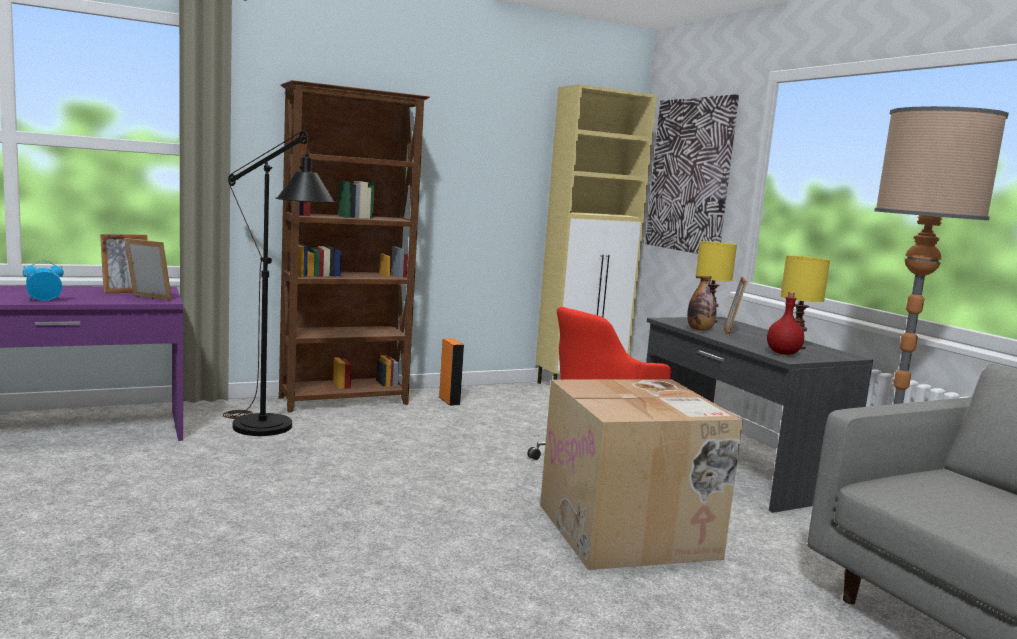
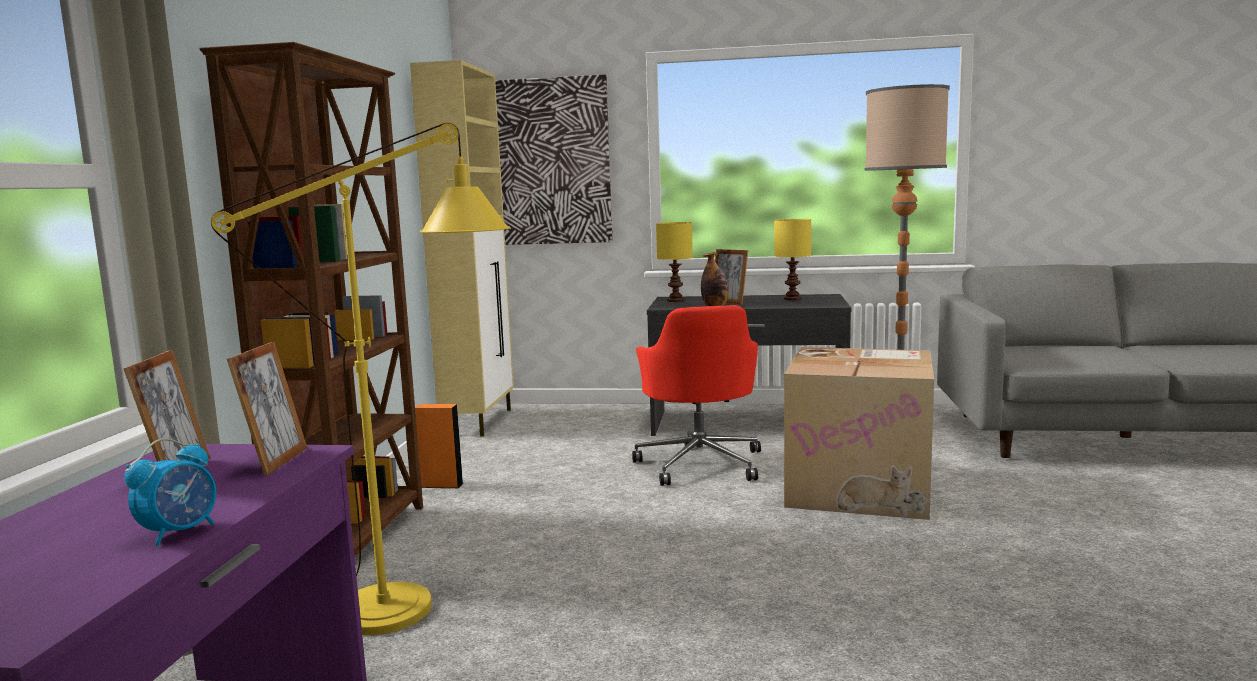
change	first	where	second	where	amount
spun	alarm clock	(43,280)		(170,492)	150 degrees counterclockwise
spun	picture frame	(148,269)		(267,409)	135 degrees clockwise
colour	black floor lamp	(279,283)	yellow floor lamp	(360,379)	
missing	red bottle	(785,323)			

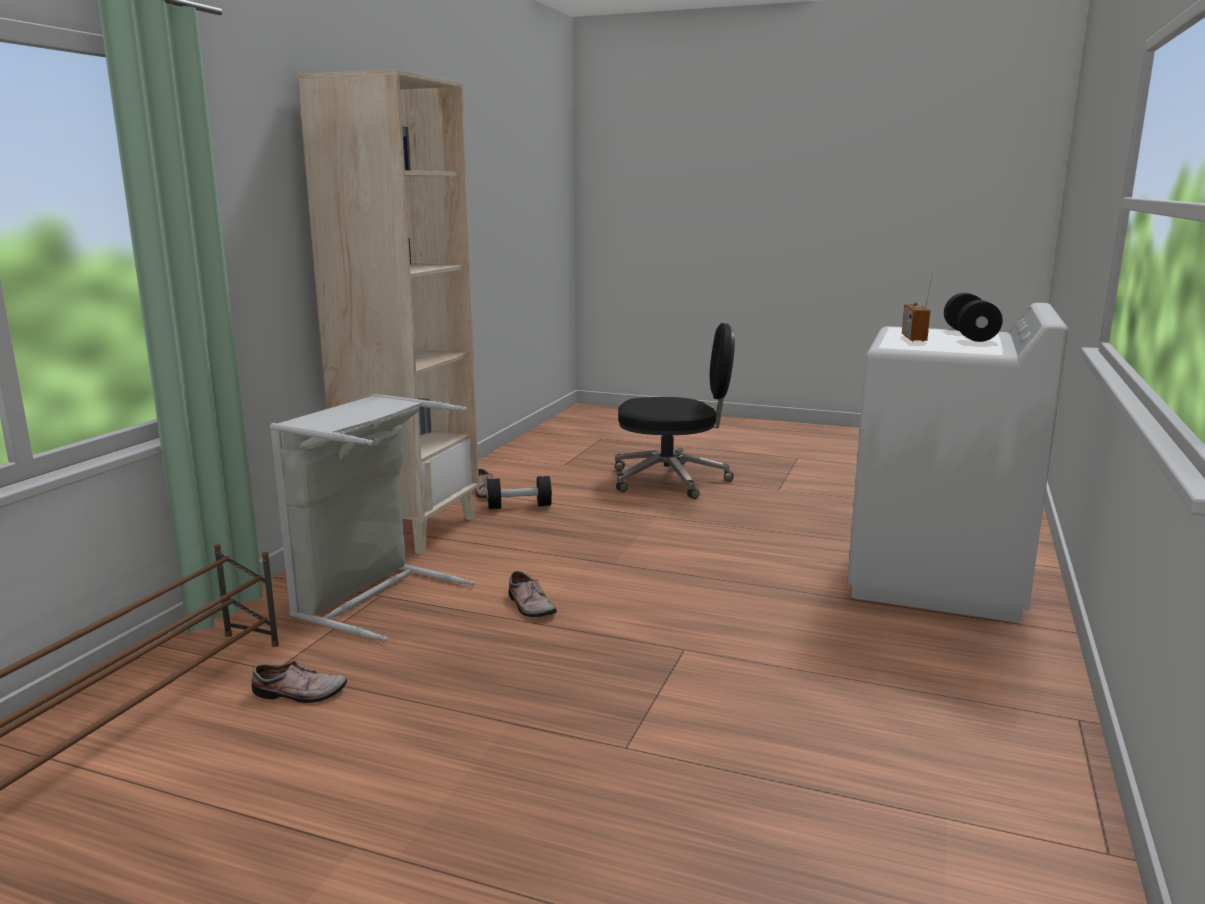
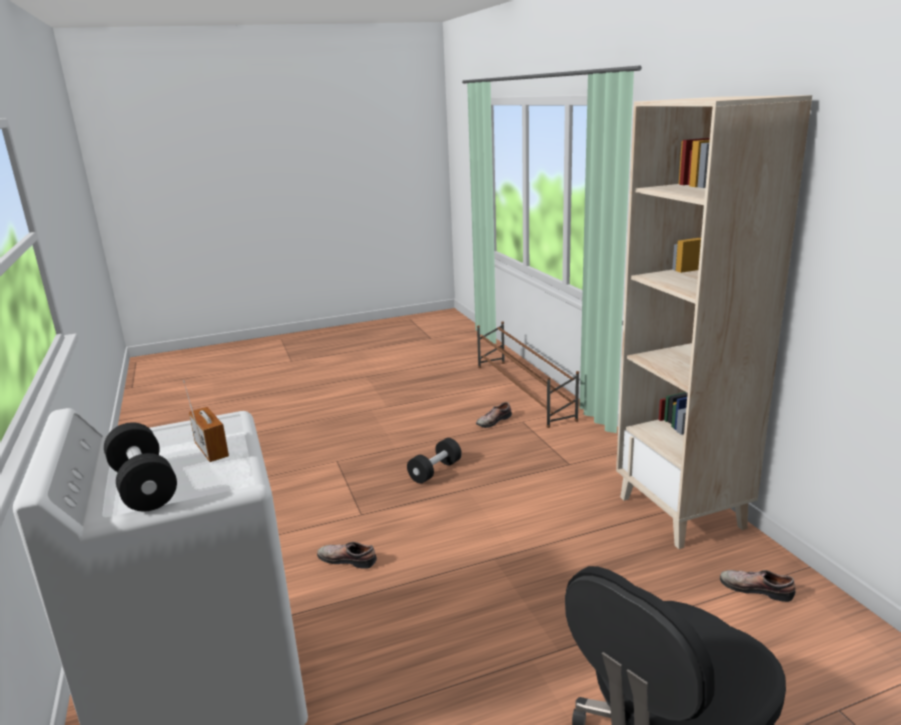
change	first	where	second	where	amount
missing	grey laundry basket	(372,518)			
relocated	black dumbbell	(519,492)		(434,461)	
relocated	shoe	(533,594)		(347,555)	

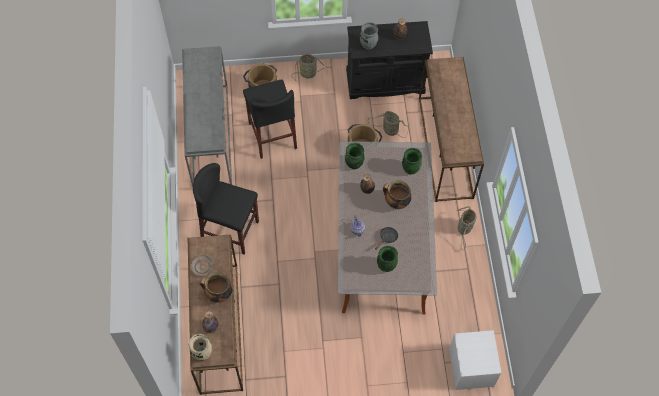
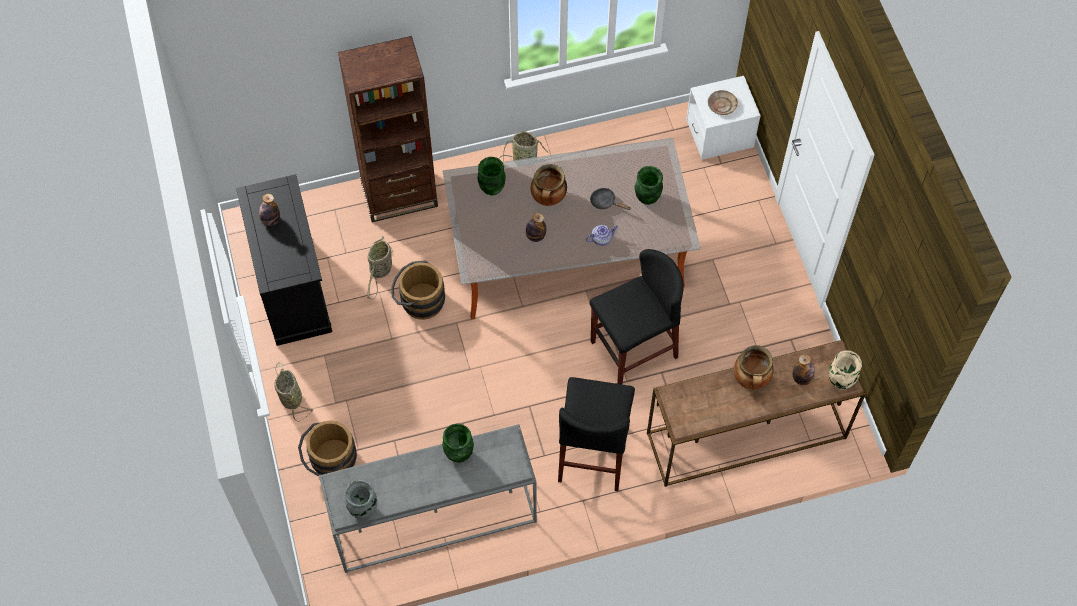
change	first	where	second	where	amount
relocated	beige plate	(202,266)		(723,102)	
relocated	black stool	(270,119)		(637,316)	
relocated	green vase	(354,156)		(458,443)	
relocated	grey vase	(369,36)		(361,499)	
exchanged	brown console table	(451,129)	brown bookcase	(388,129)	

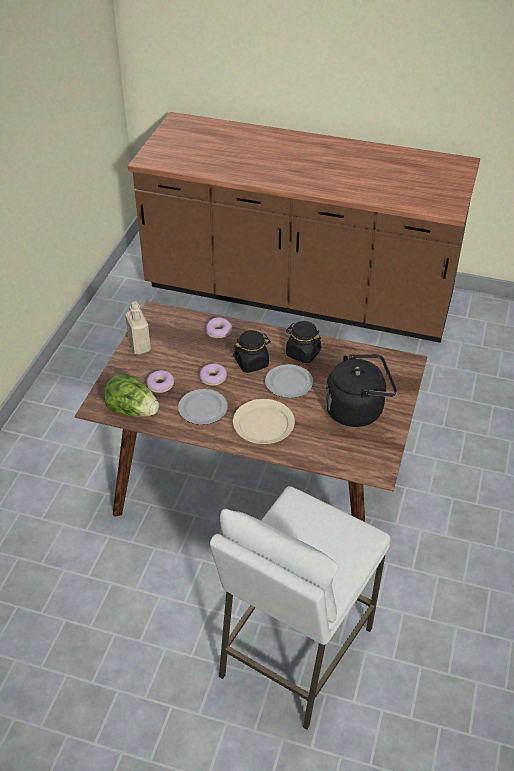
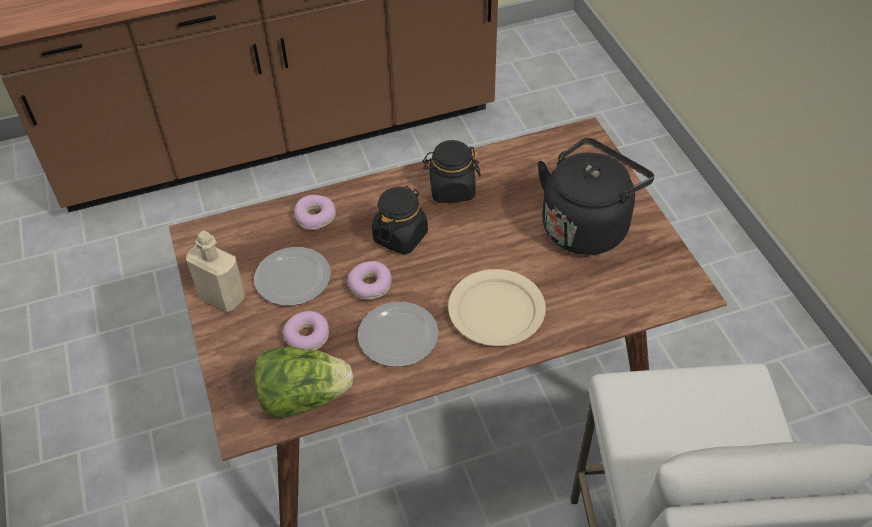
change	first	where	second	where	amount
relocated	plate	(289,381)		(292,276)	

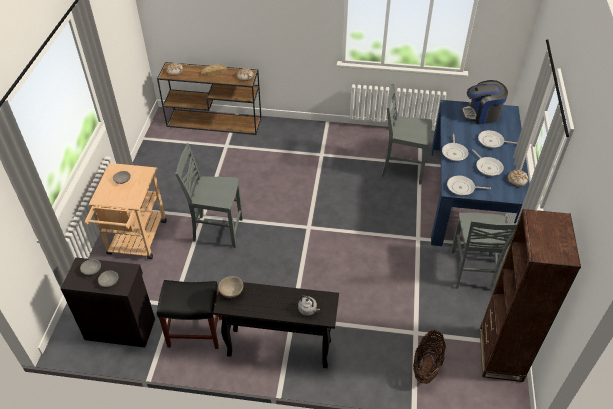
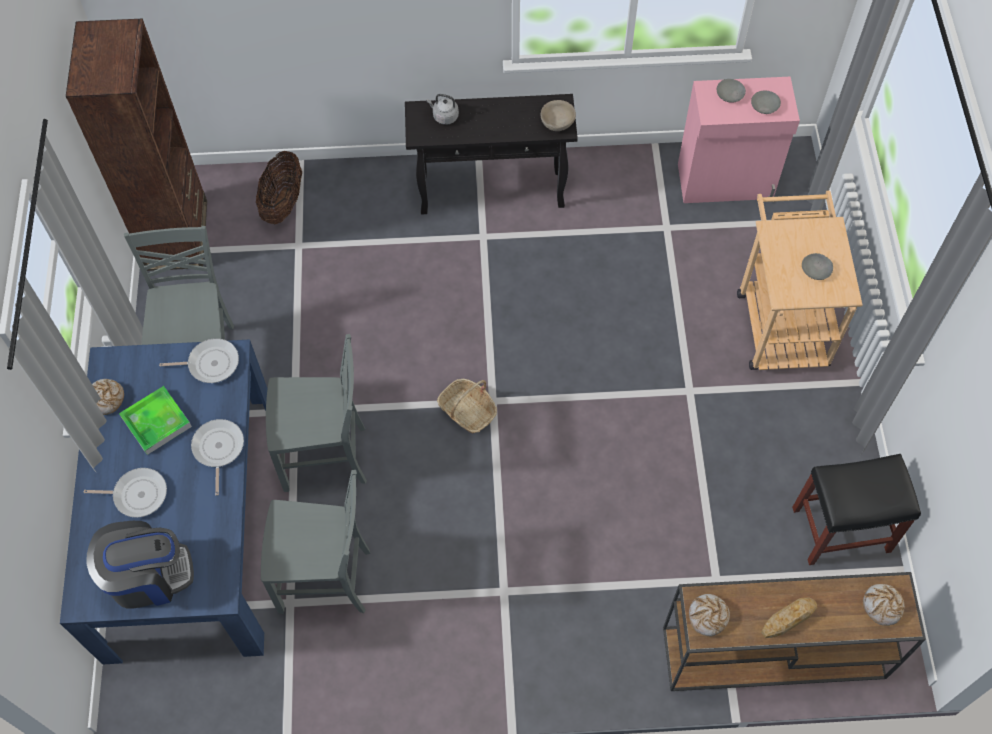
change	first	where	second	where	amount
colour	black cabinet	(108,303)	pink cabinet	(739,139)	
relocated	black stool	(189,314)		(856,509)	
relocated	grey chair	(209,195)		(316,413)	
exchanged	frying pan	(488,162)	tray	(155,420)	
appeared			basket	(467,406)	

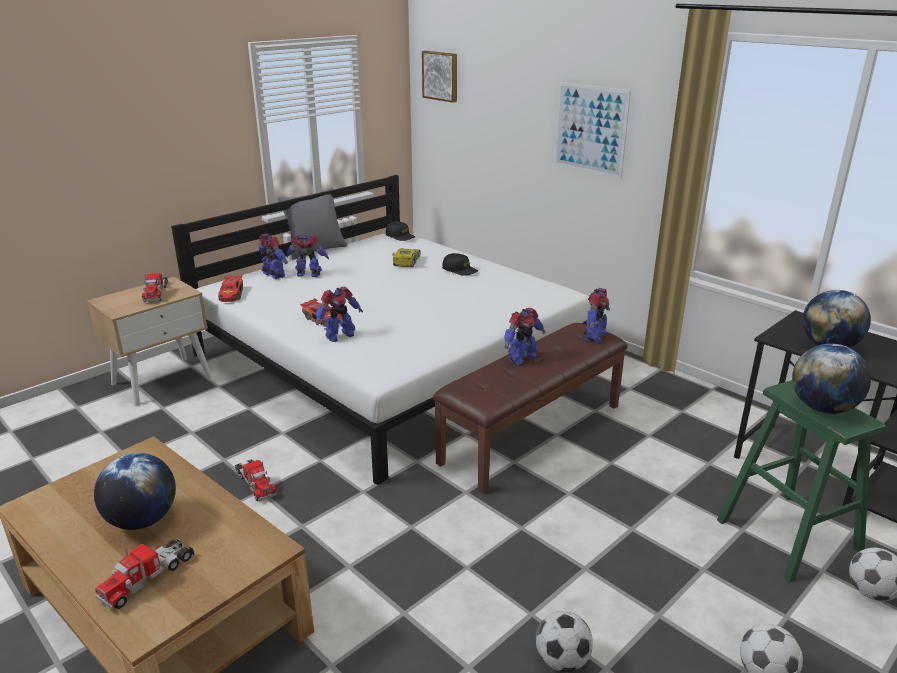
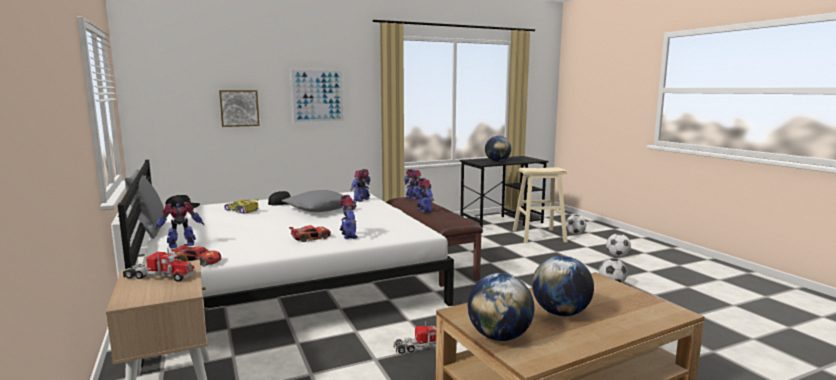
change	first	where	second	where	amount
missing	toy truck	(145,574)			
relocated	toy robot	(308,255)		(360,185)	
relocated	picture	(439,76)		(239,108)	
colour	green stool	(801,481)	beige stool	(540,205)	
relocated	globe	(831,379)		(501,307)	
appeared			grey pillow	(319,201)	

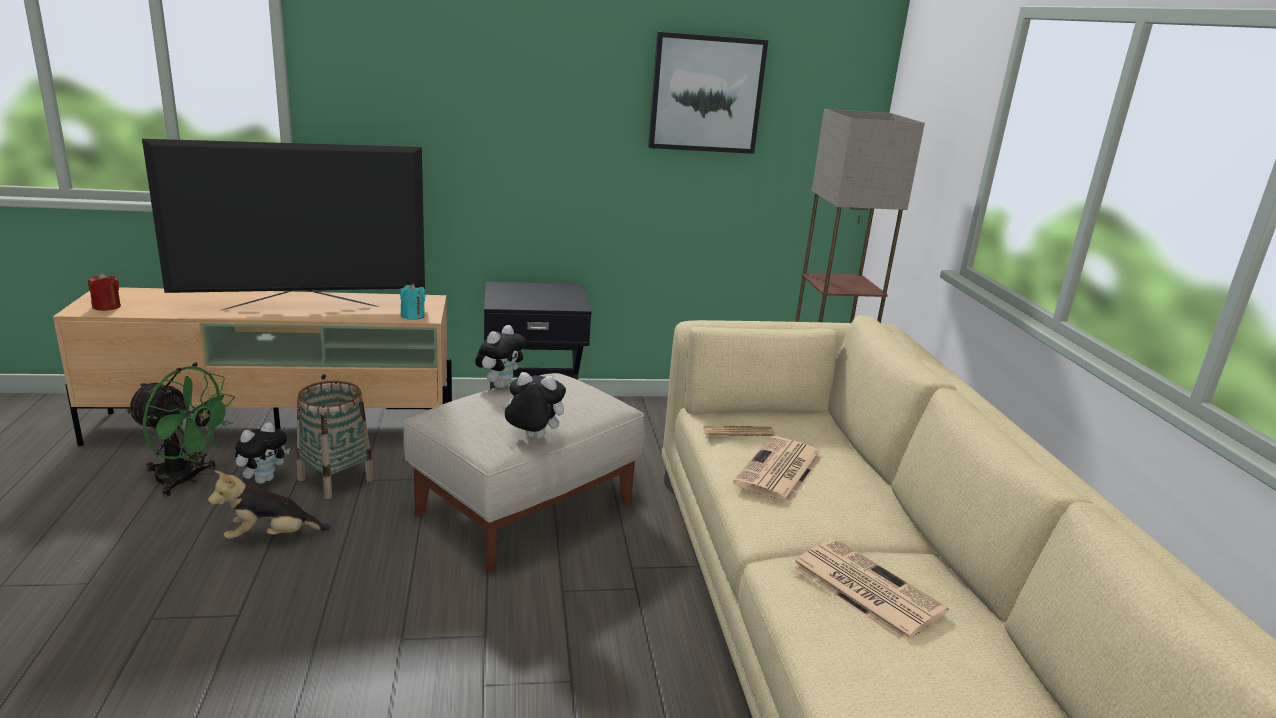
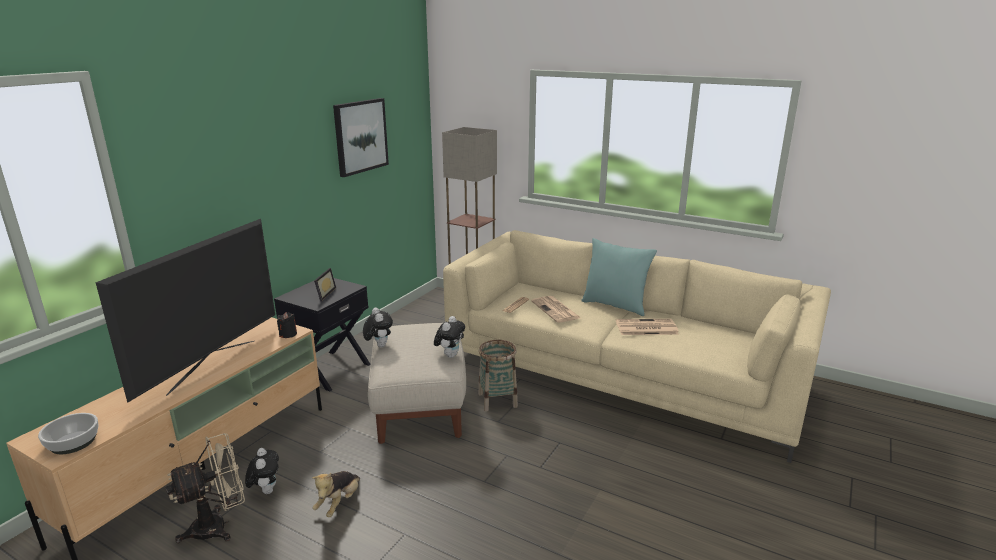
change	first	where	second	where	amount
exchanged	red candle	(104,291)	bowl	(68,433)	
colour	green fan	(180,431)	beige fan	(205,488)	
relocated	basket	(335,440)		(498,376)	
colour	turquoise candle	(412,301)	black candle	(287,325)	
spun	plush toy	(534,405)		(449,337)	150 degrees clockwise
appeared			picture frame	(325,284)	
appeared			turquoise pillow	(619,277)	

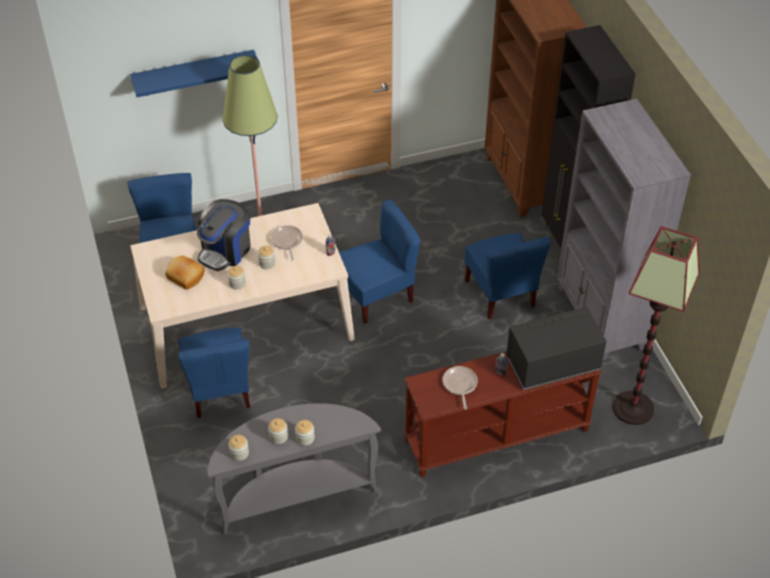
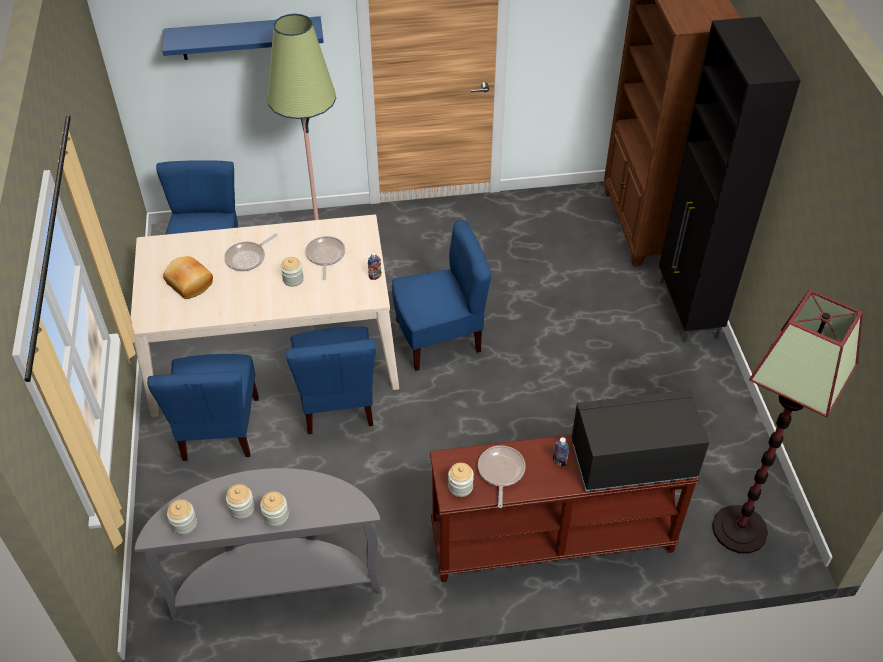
change	first	where	second	where	amount
exchanged	coffee machine	(224,235)	frying pan	(251,252)	
relocated	jar	(237,278)		(461,480)	
relocated	blue chair	(508,276)		(330,380)	
missing	grey bookcase	(624,229)			

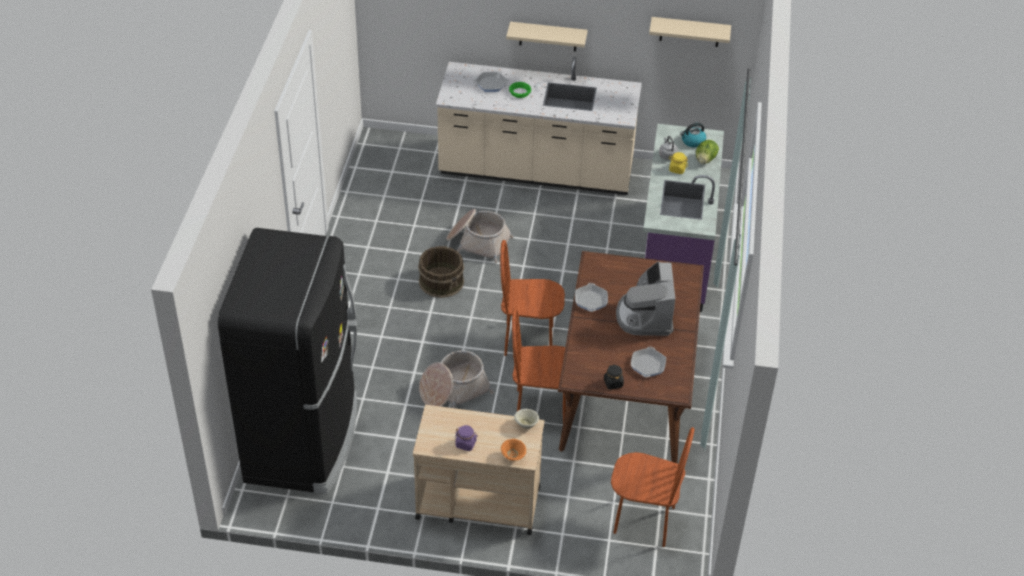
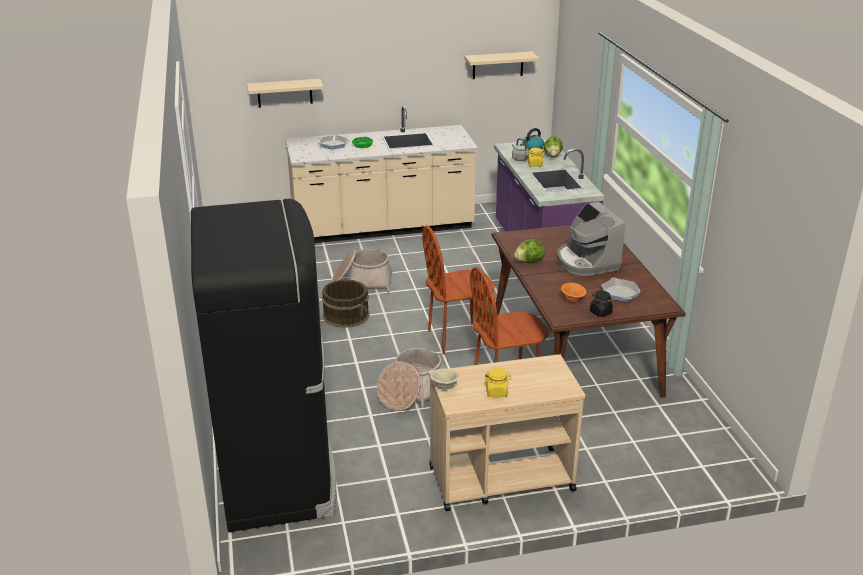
change	first	where	second	where	amount
colour	purple jar	(466,438)	yellow jar	(497,382)	
relocated	orange bowl	(513,450)		(573,292)	
relocated	beige shelf	(547,36)		(285,93)	
relocated	beige bowl	(526,419)		(444,378)	
exchanged	frying pan	(591,297)	lettuce	(529,251)	
missing	brown chair	(652,487)			

